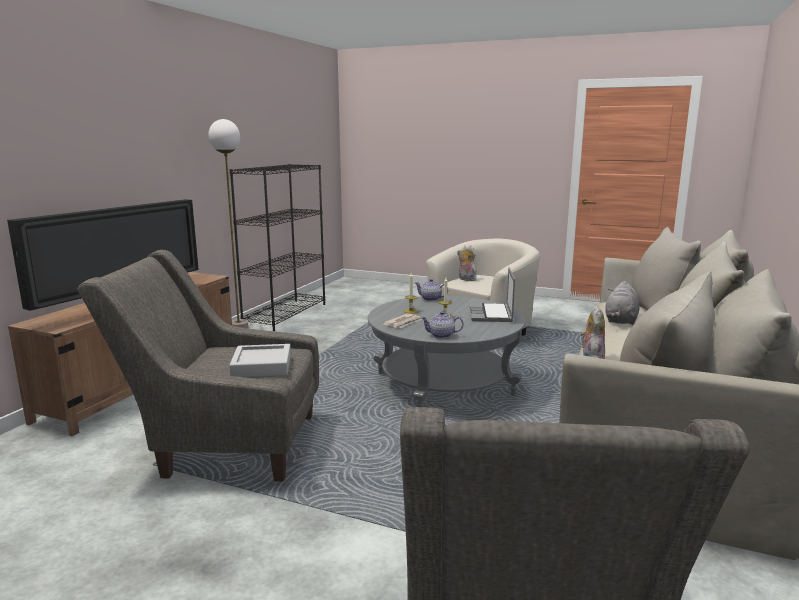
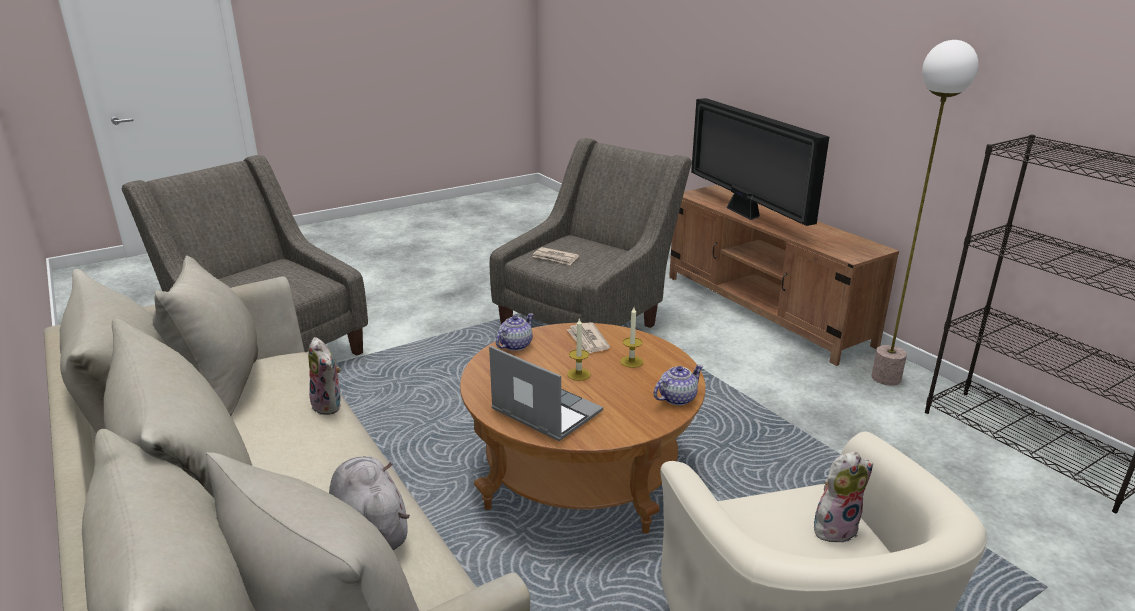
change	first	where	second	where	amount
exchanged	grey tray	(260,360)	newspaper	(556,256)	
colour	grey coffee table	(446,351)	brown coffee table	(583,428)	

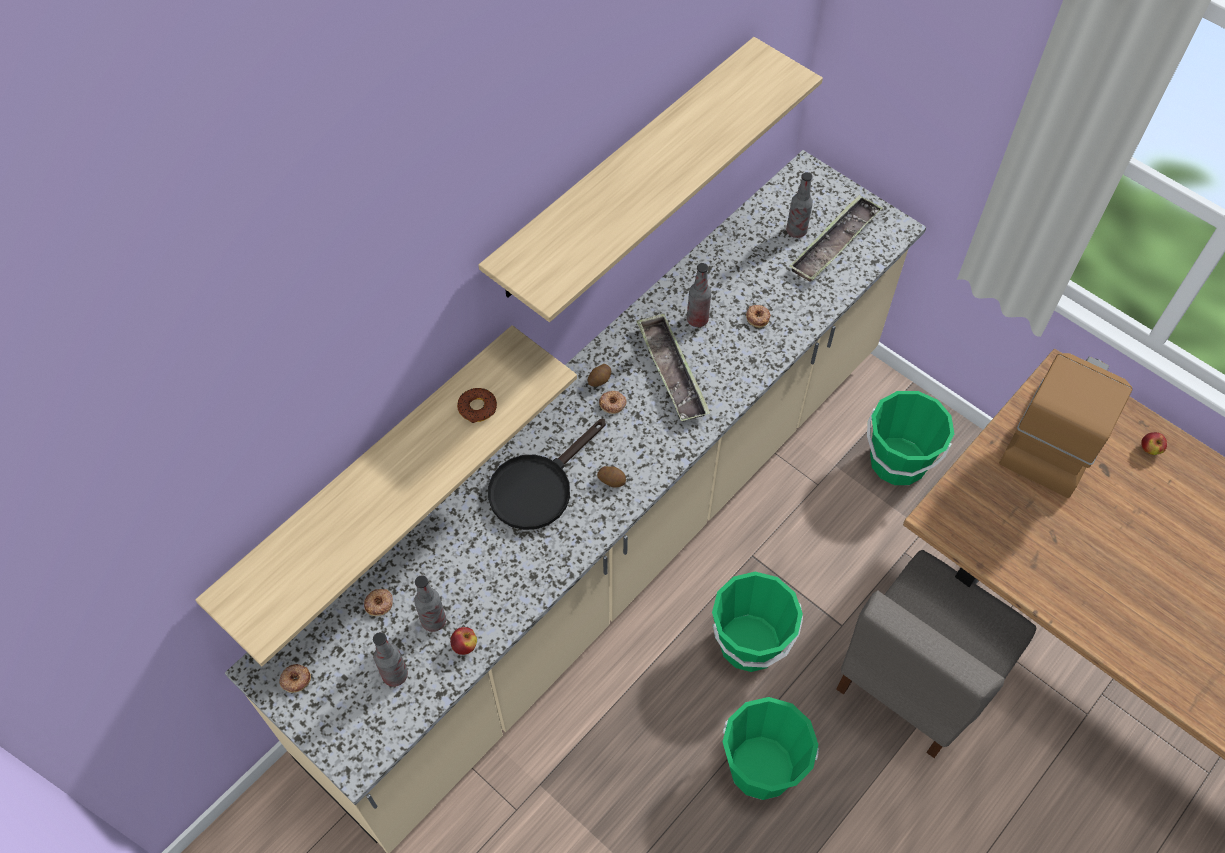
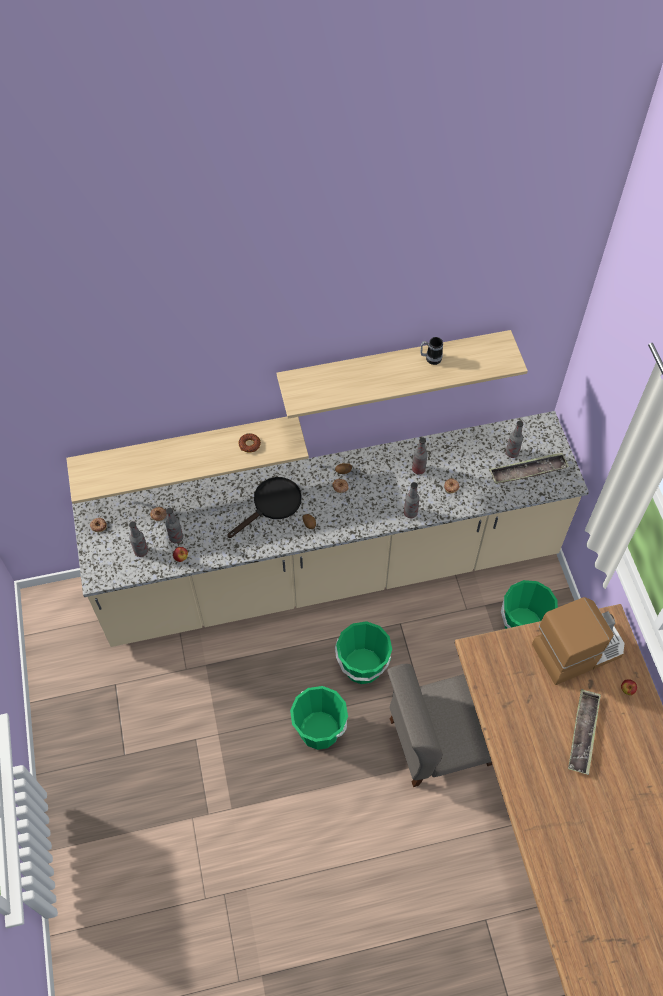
change	first	where	second	where	amount
spun	black frying pan	(547,474)		(264,507)	150 degrees clockwise
relocated	tray	(673,367)		(584,732)	
appeared			bottle	(412,500)	
appeared			mug	(431,351)	

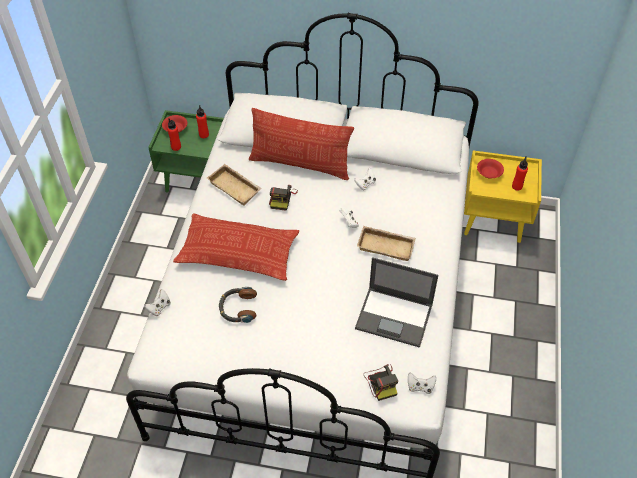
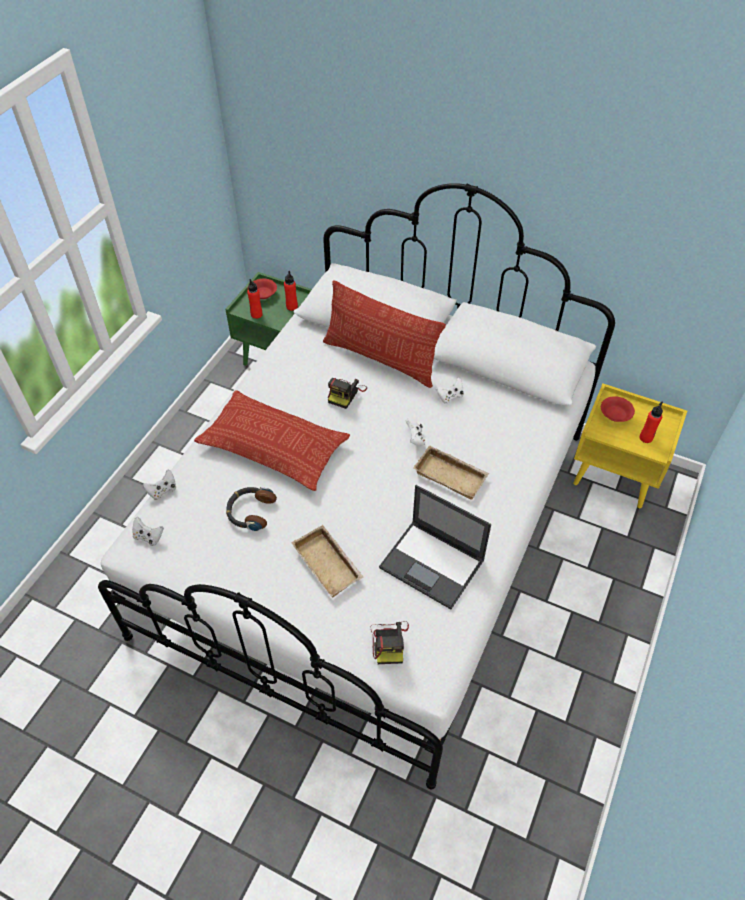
change	first	where	second	where	amount
relocated	beige tray	(234,185)		(327,561)	
relocated	white game controller	(422,383)		(148,531)	

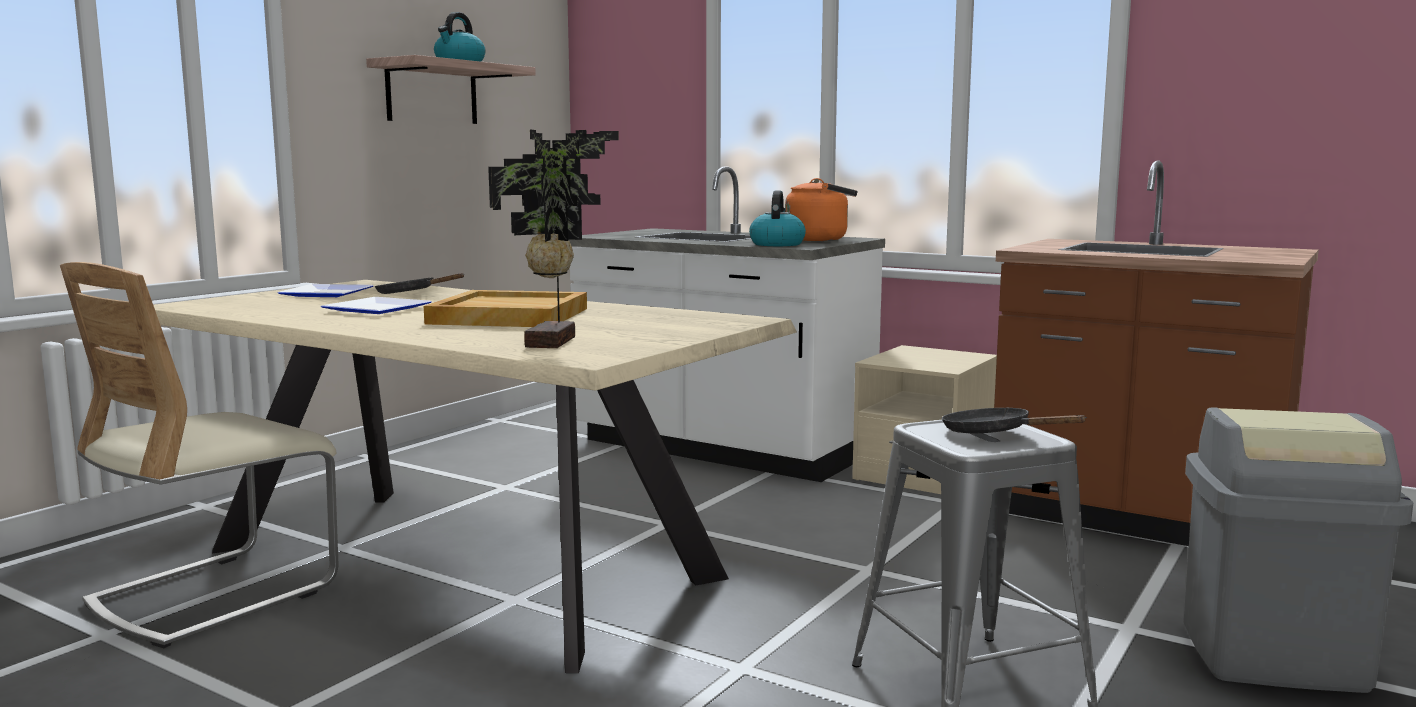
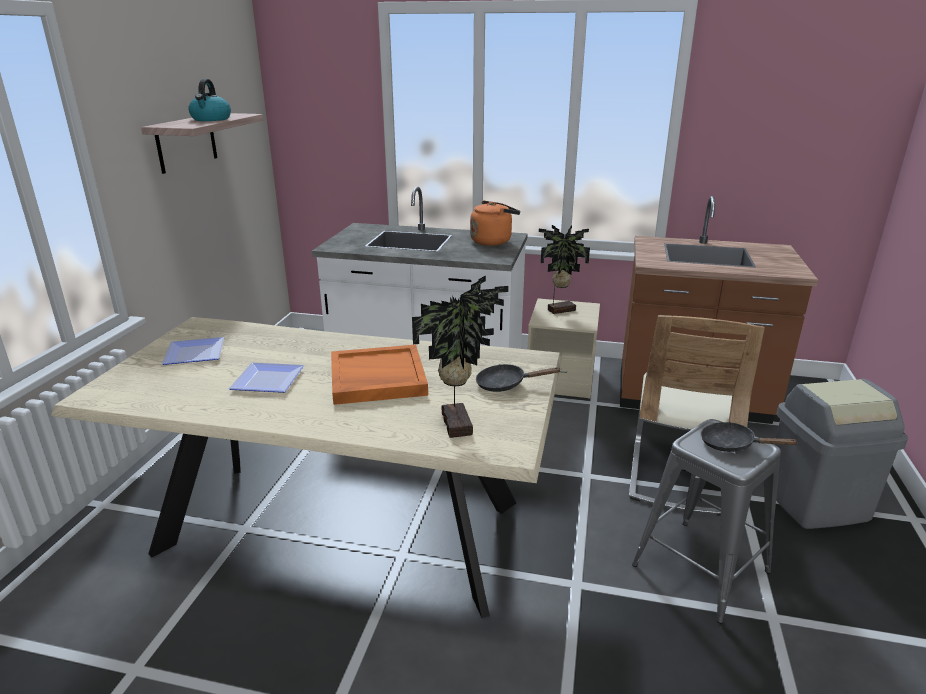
change	first	where	second	where	amount
relocated	beige chair	(199,455)		(697,415)	
relocated	black frying pan	(419,283)		(518,378)	
colour	beige tray	(505,308)	orange tray	(379,375)	
missing	kettle	(777,218)			
appeared			potted plant	(564,269)	

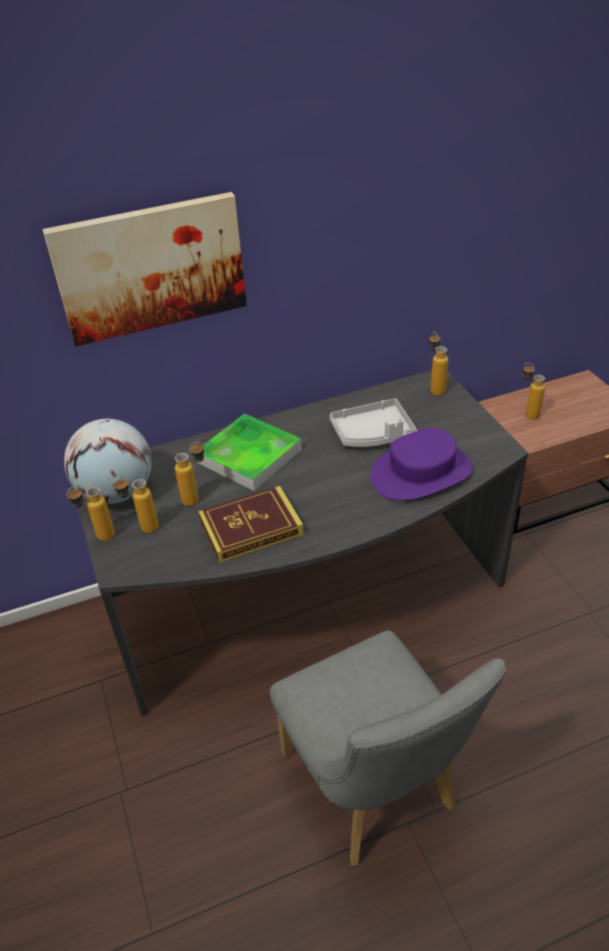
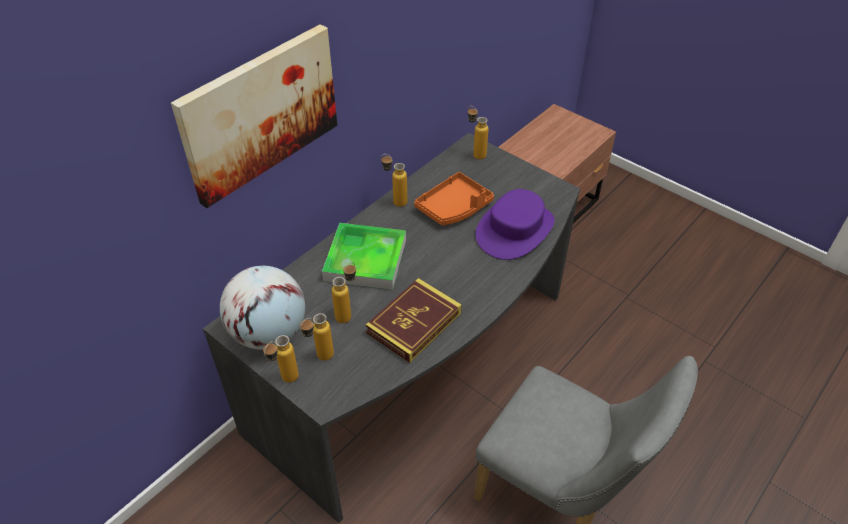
change	first	where	second	where	amount
colour	grey tray	(373,422)	orange tray	(454,198)	
relocated	bottle	(534,391)		(394,180)	

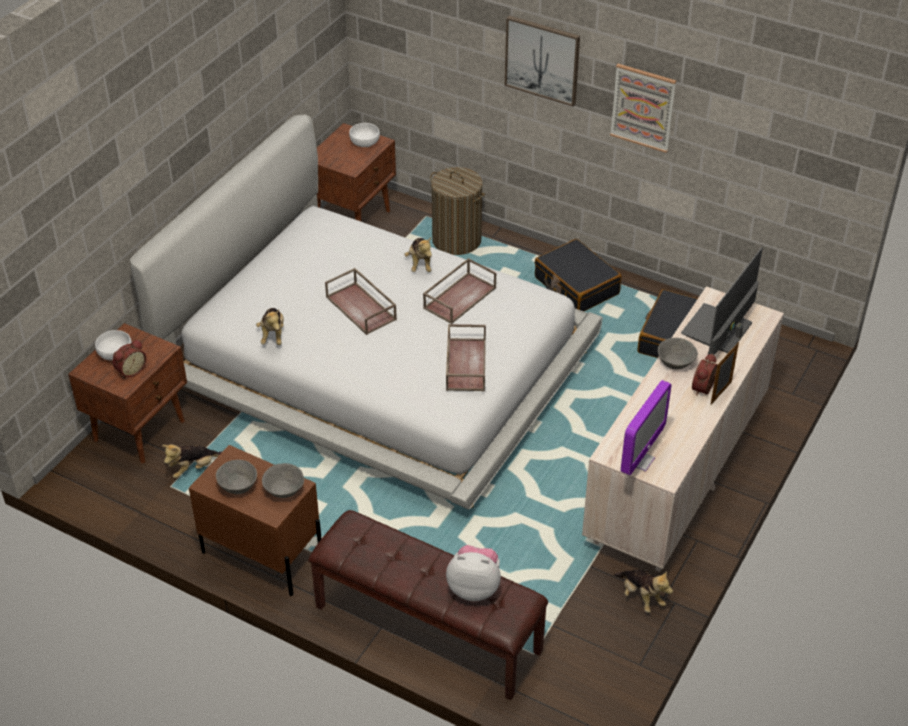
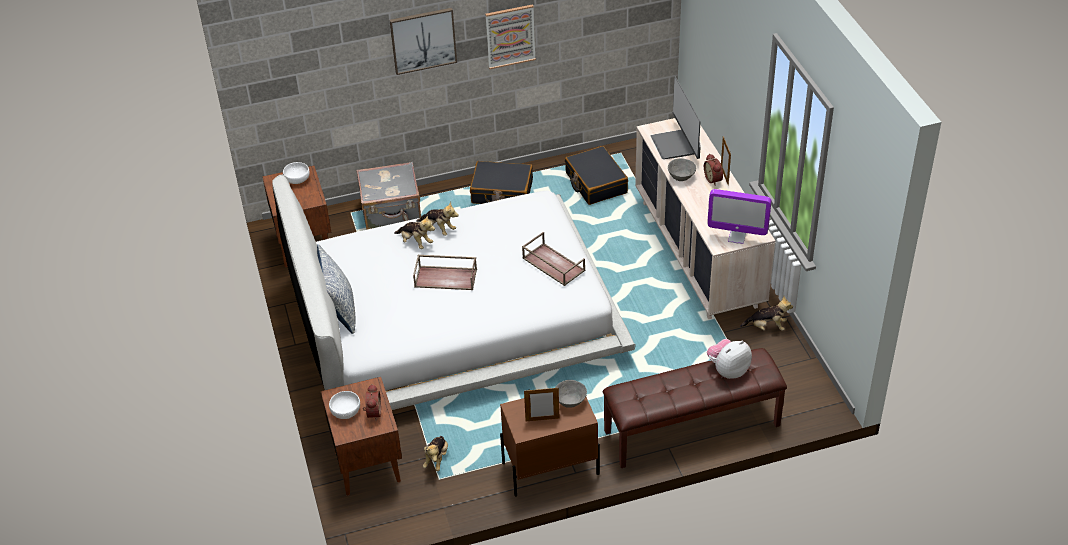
change	first	where	second	where	amount
exchanged	grey bowl	(236,477)	picture frame	(541,404)	
relocated	plush toy	(270,326)		(414,232)	
missing	brown tray	(459,291)			
exchanged	laundry basket	(457,211)	grey suitcase	(388,196)	
spun	monitor	(646,427)		(739,216)	120 degrees clockwise
appeared			pillow	(336,289)	

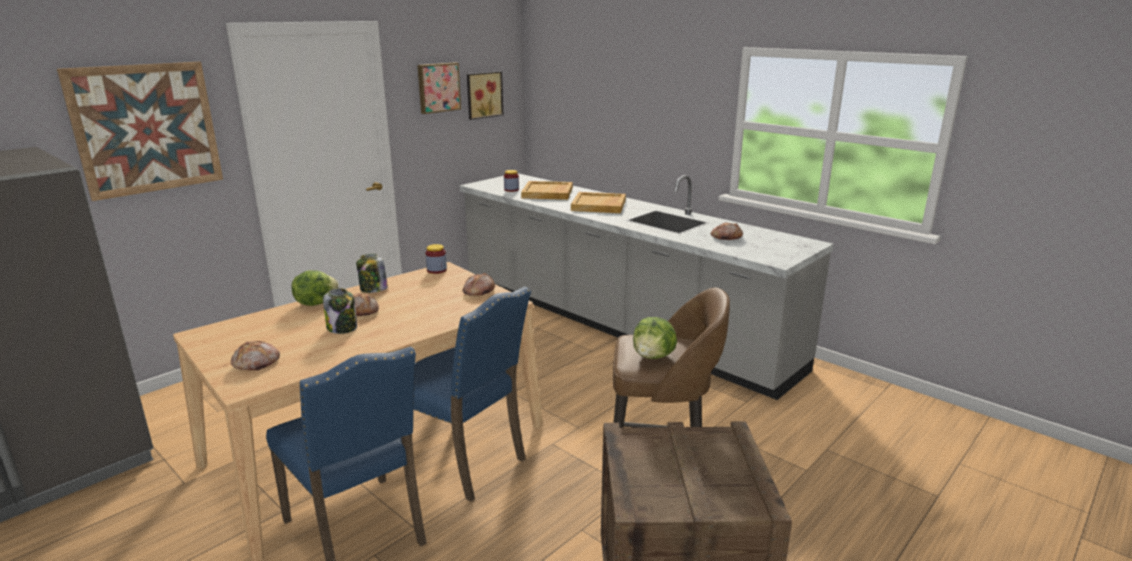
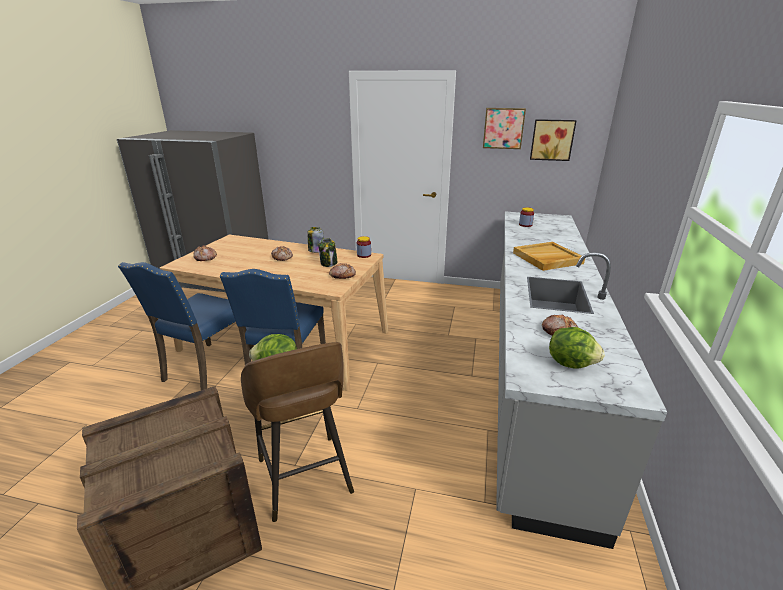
change	first	where	second	where	amount
missing	picture	(140,131)			
relocated	lettuce	(314,288)		(577,348)	
relocated	jar	(340,311)		(327,252)	
missing	beige tray	(547,190)			

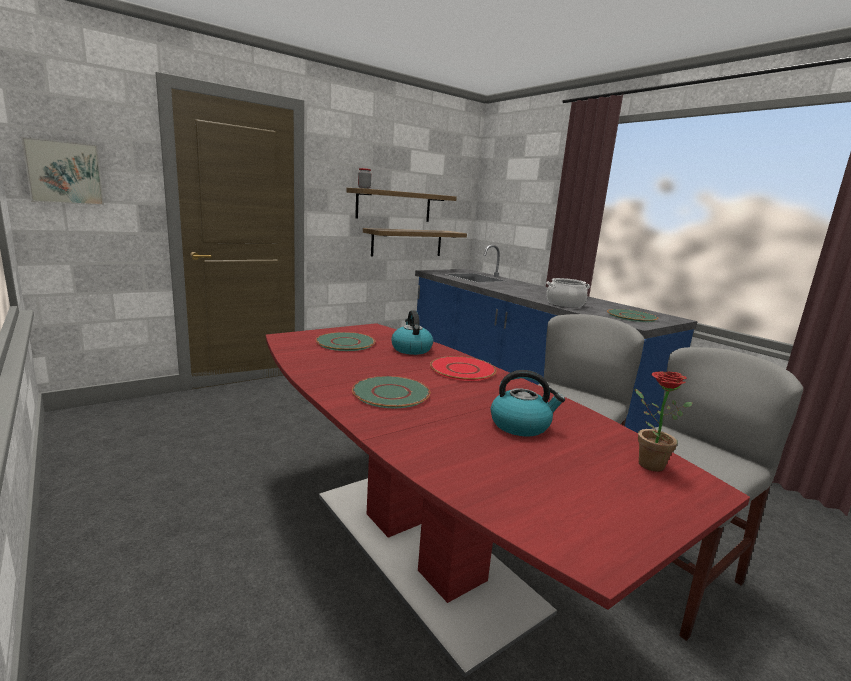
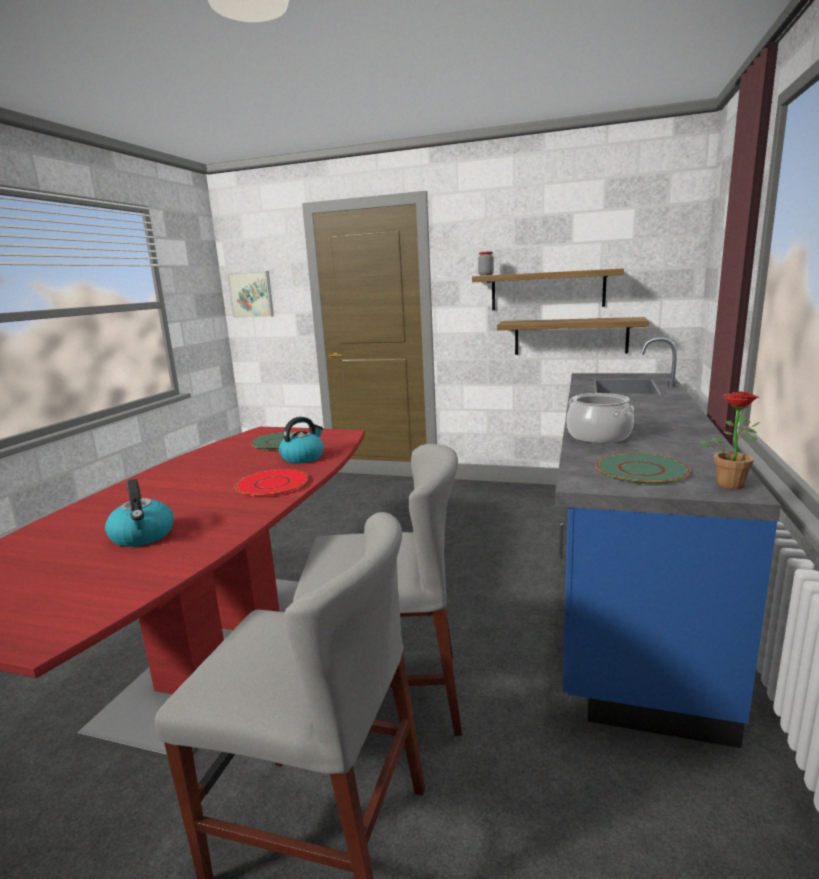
change	first	where	second	where	amount
missing	green plate	(391,392)			
relocated	potted plant	(664,421)		(729,440)	

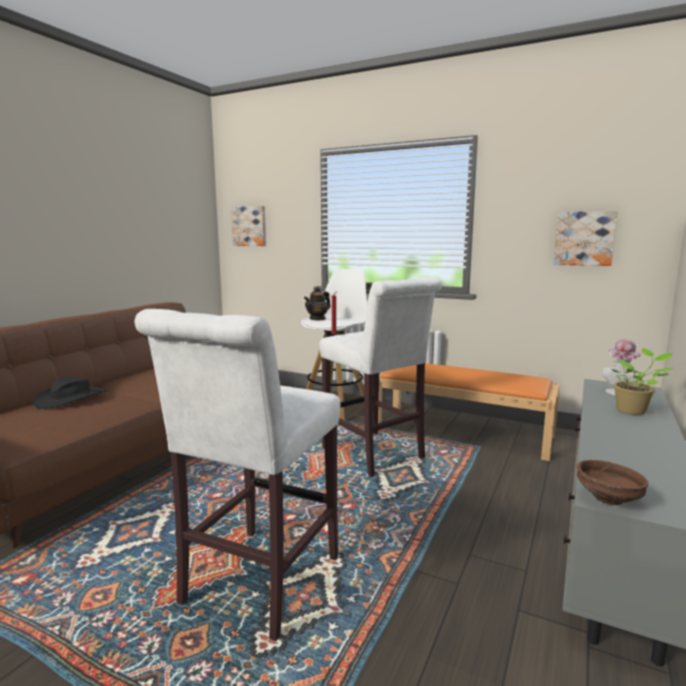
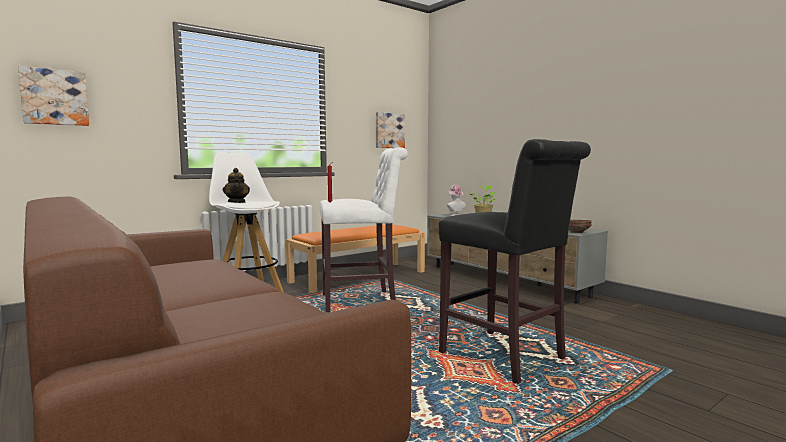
change	first	where	second	where	amount
missing	black hat	(69,393)			
colour	white stool	(237,475)	black stool	(515,261)	

